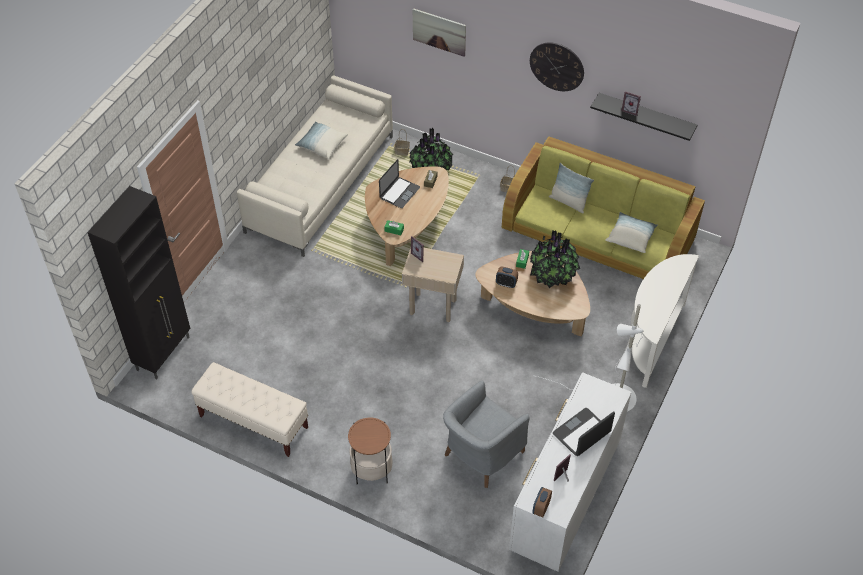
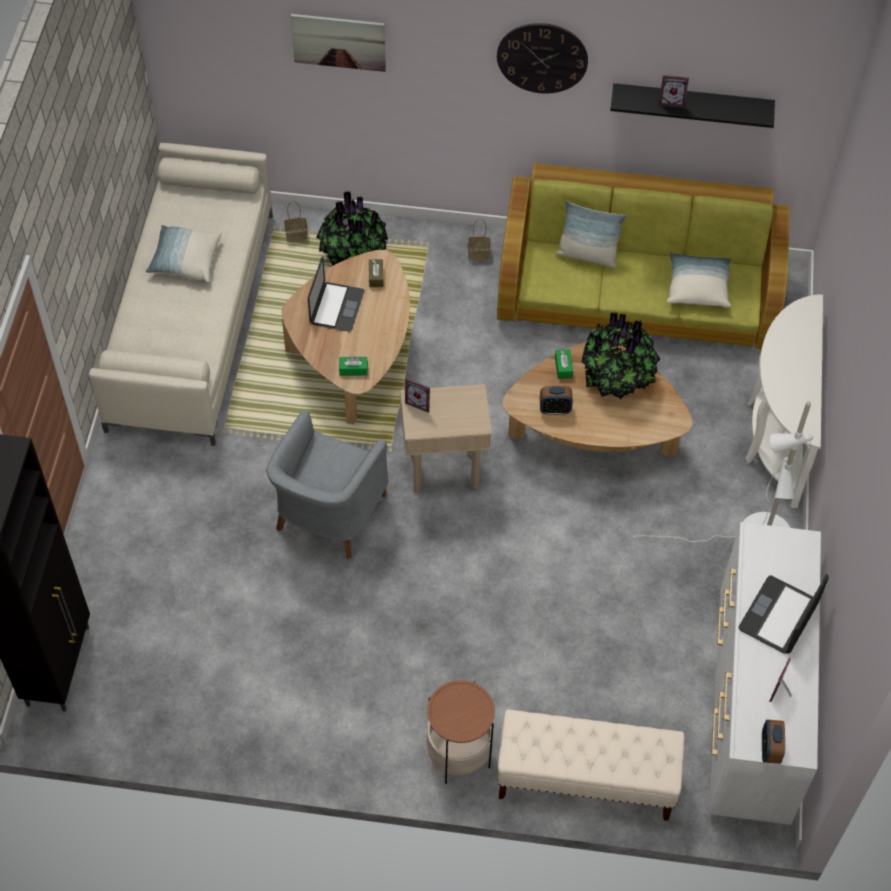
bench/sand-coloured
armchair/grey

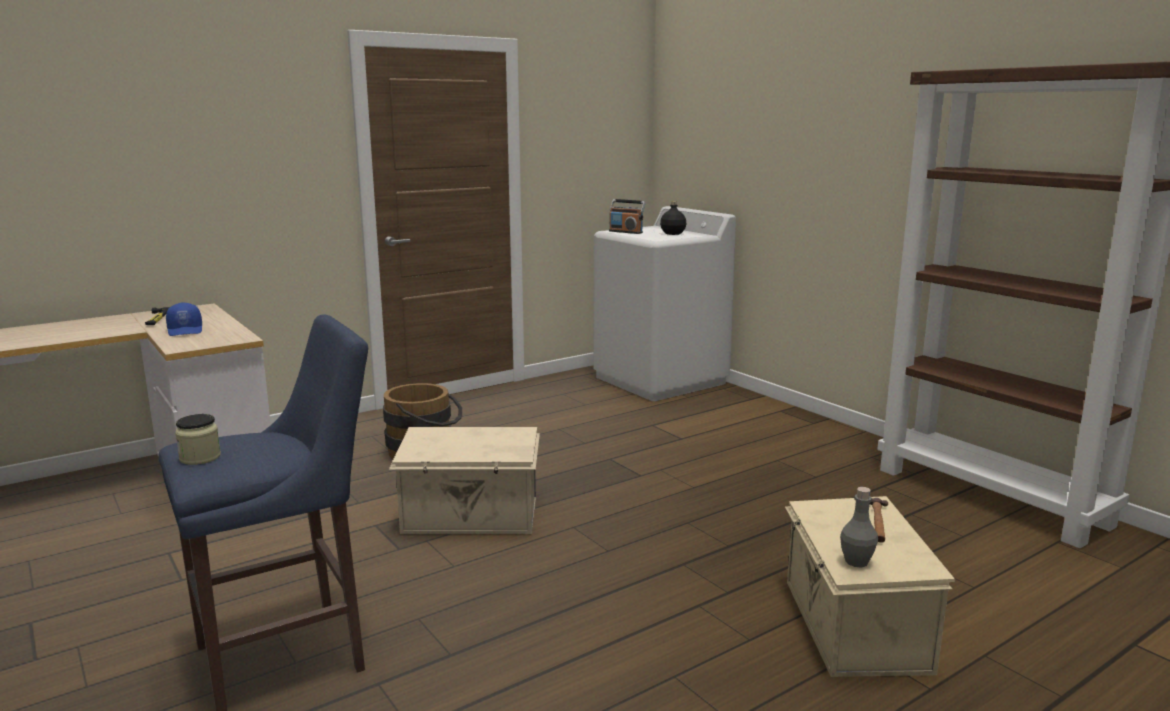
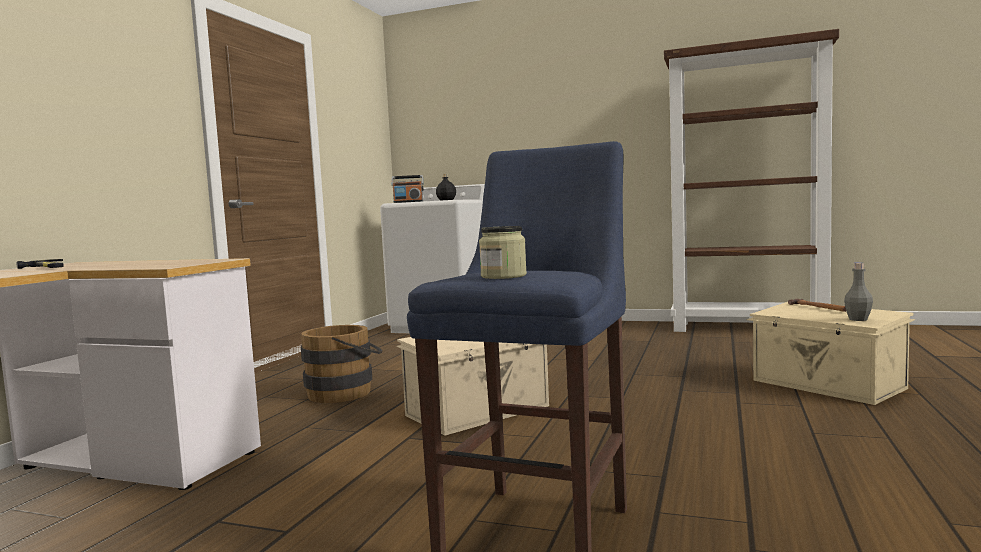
peaked cap/bluish

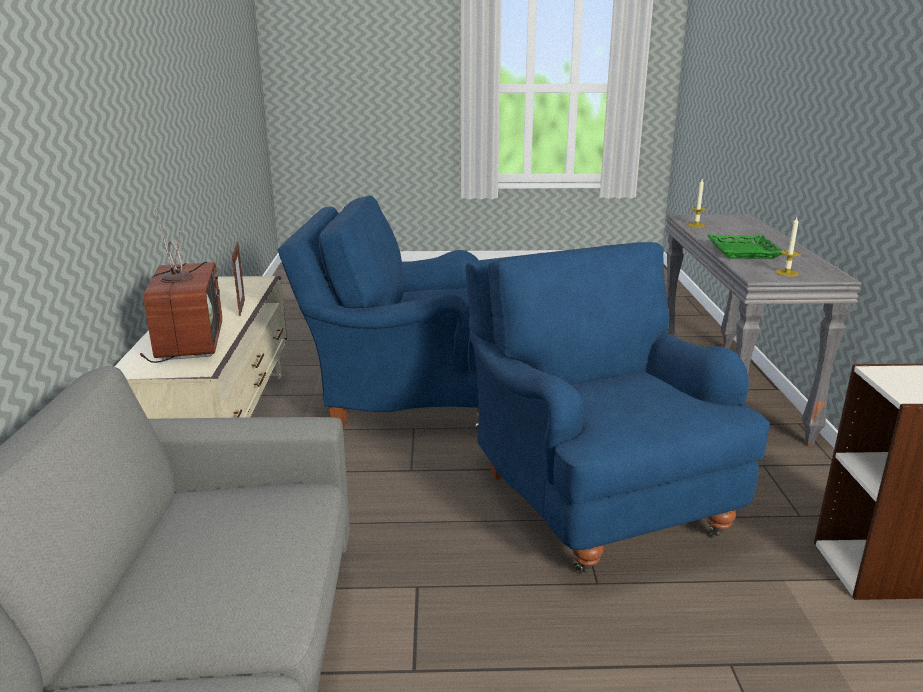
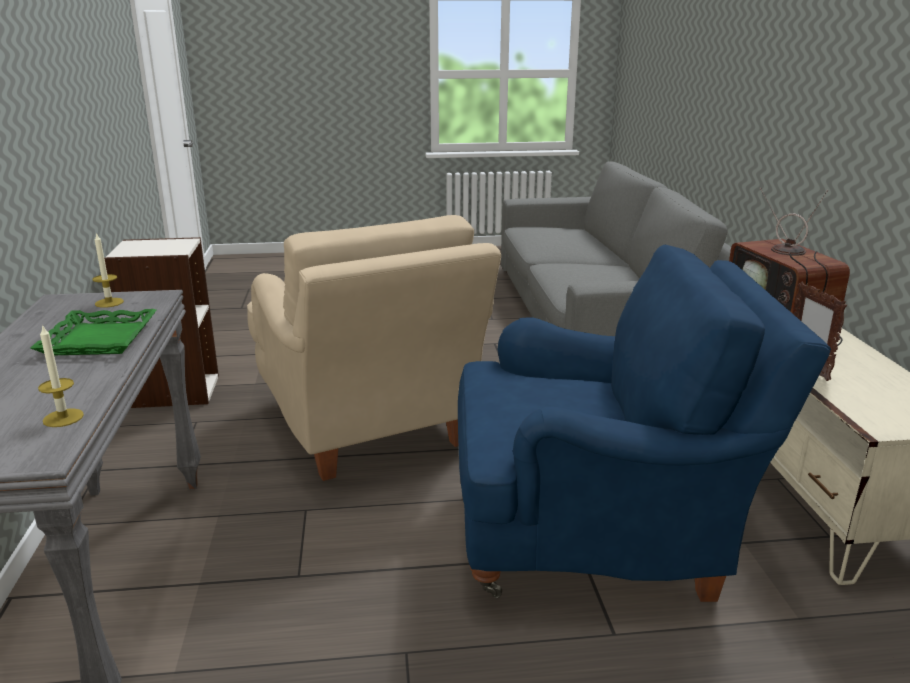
armchair/sand-coloured

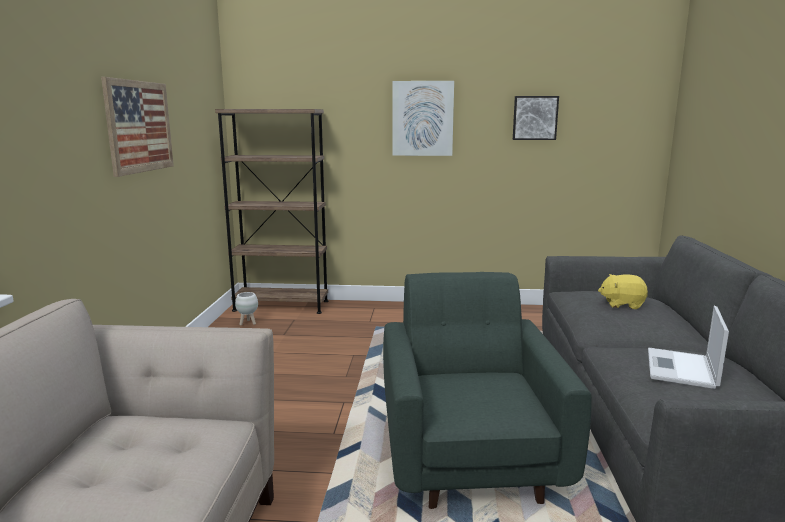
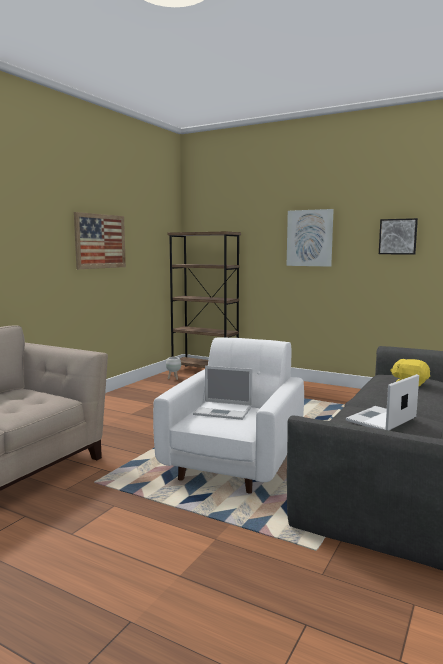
laptop (no. 1 from left)
armchair/whitish

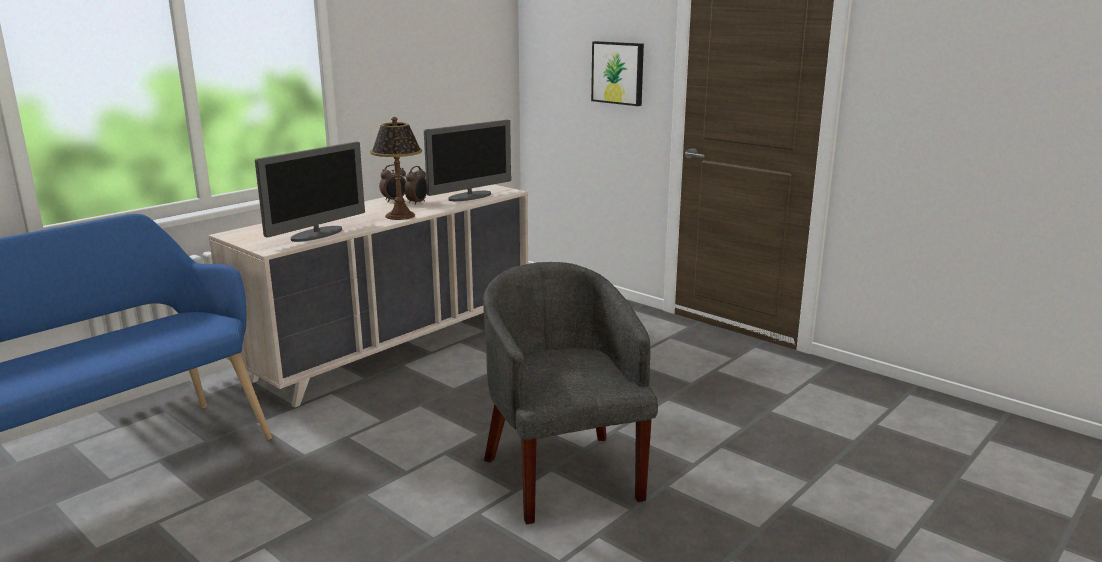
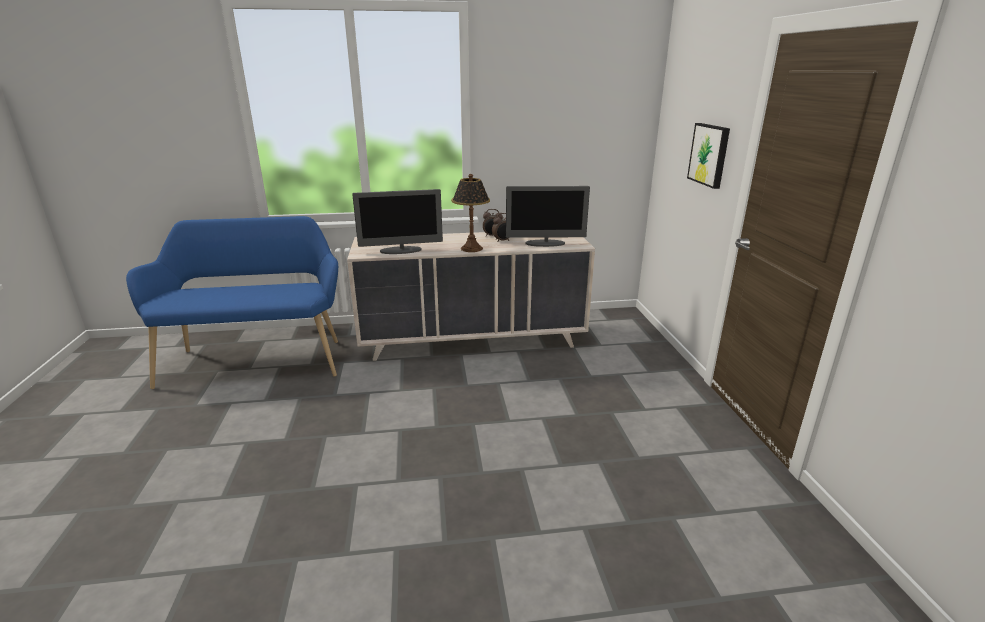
armchair/grey

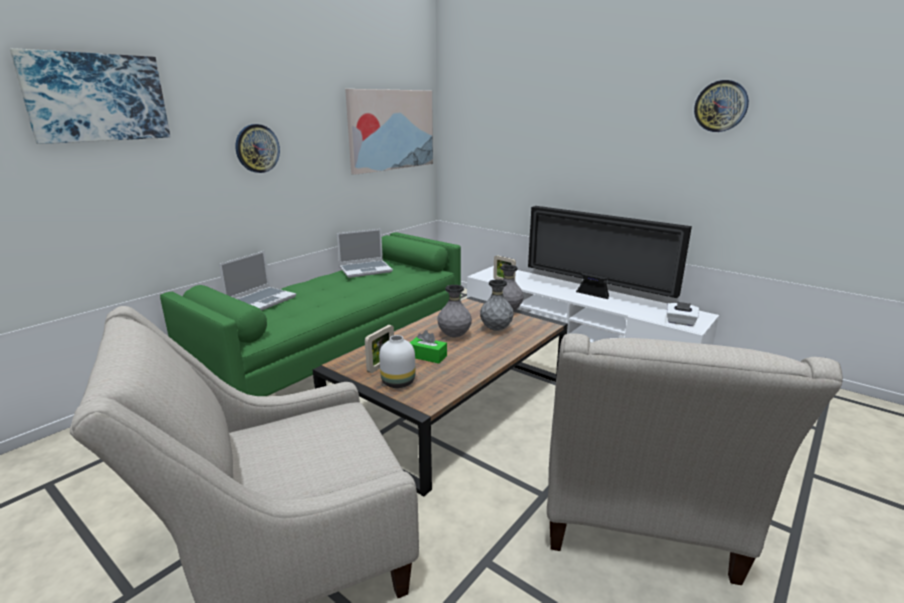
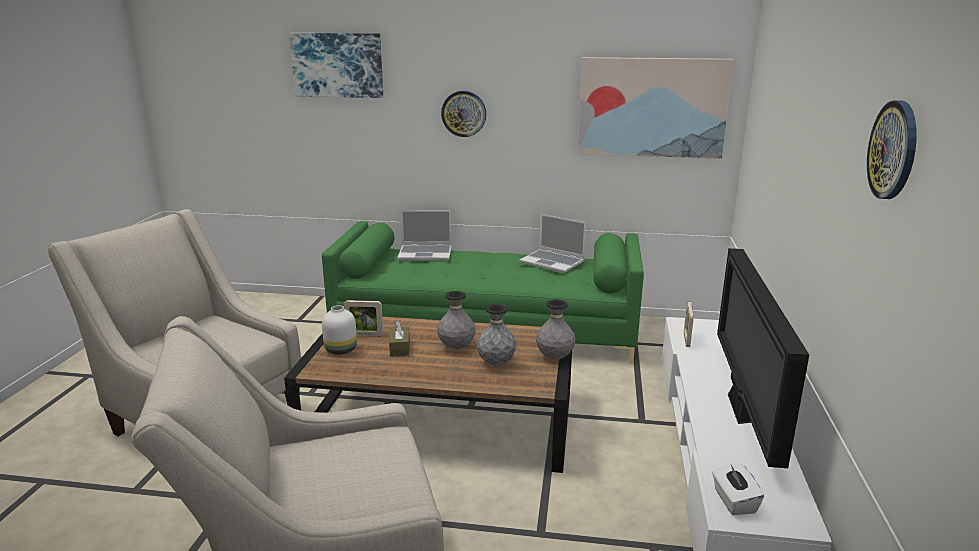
tissue holder/brown-coloured

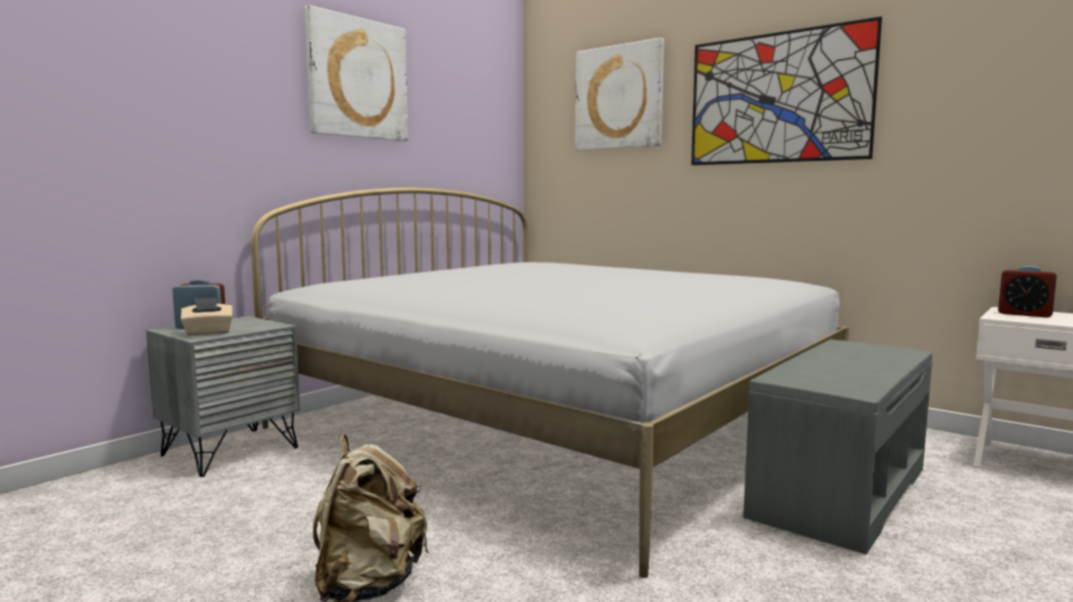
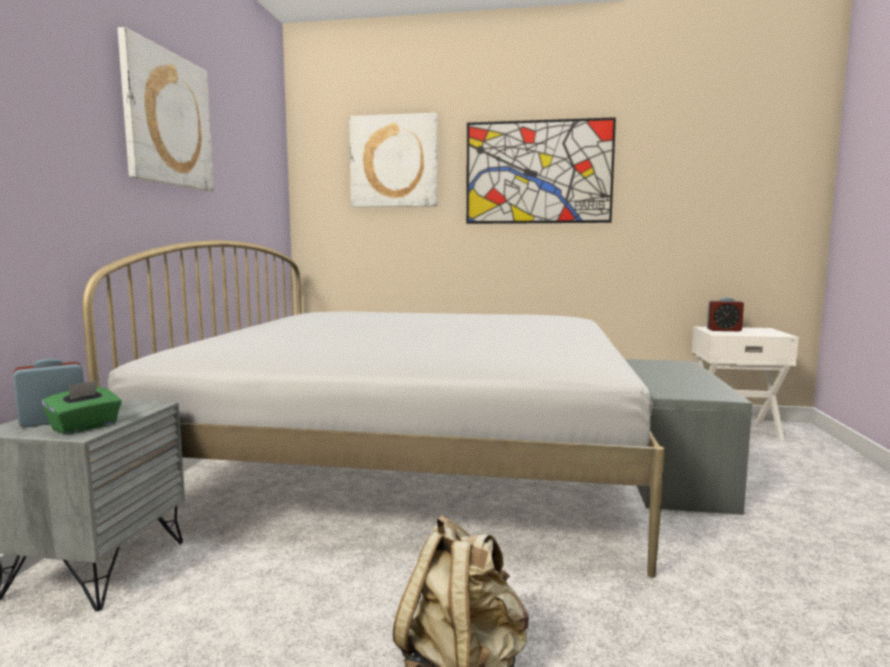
tissue holder/greenish

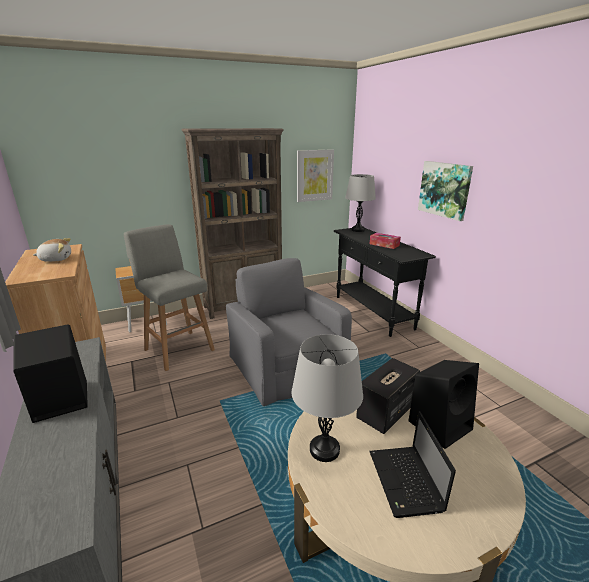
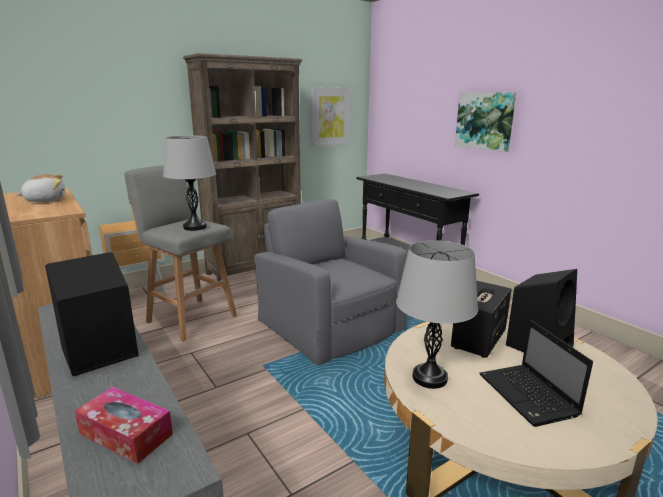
tabletop lamp/grey (no. 1 from left)
tissue holder

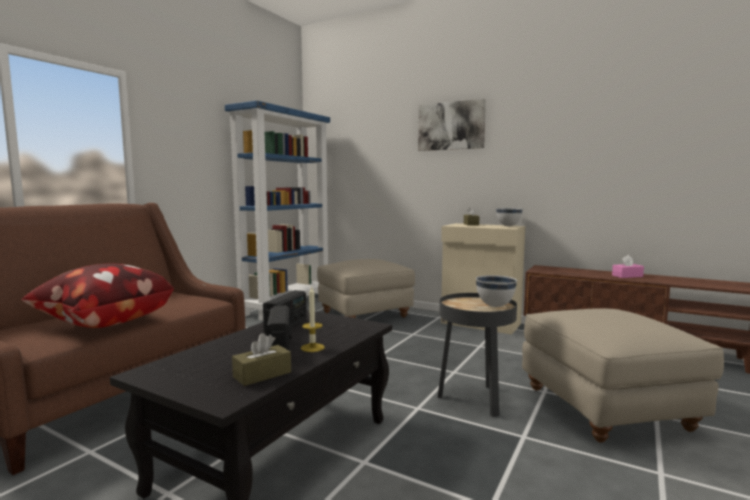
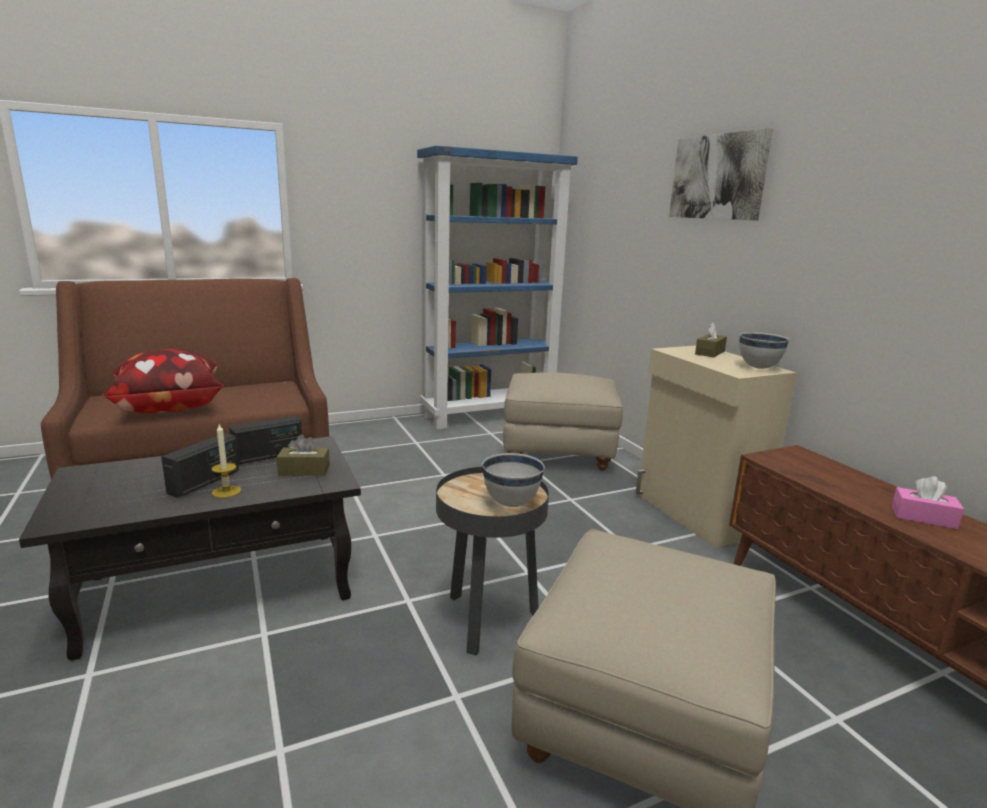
tissue holder/brown-coloured (no. 1 from left)

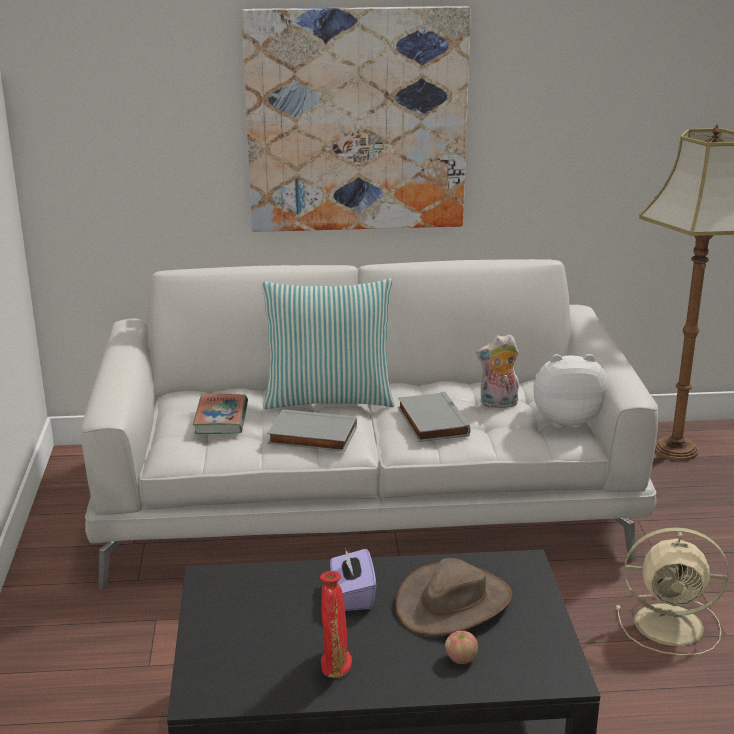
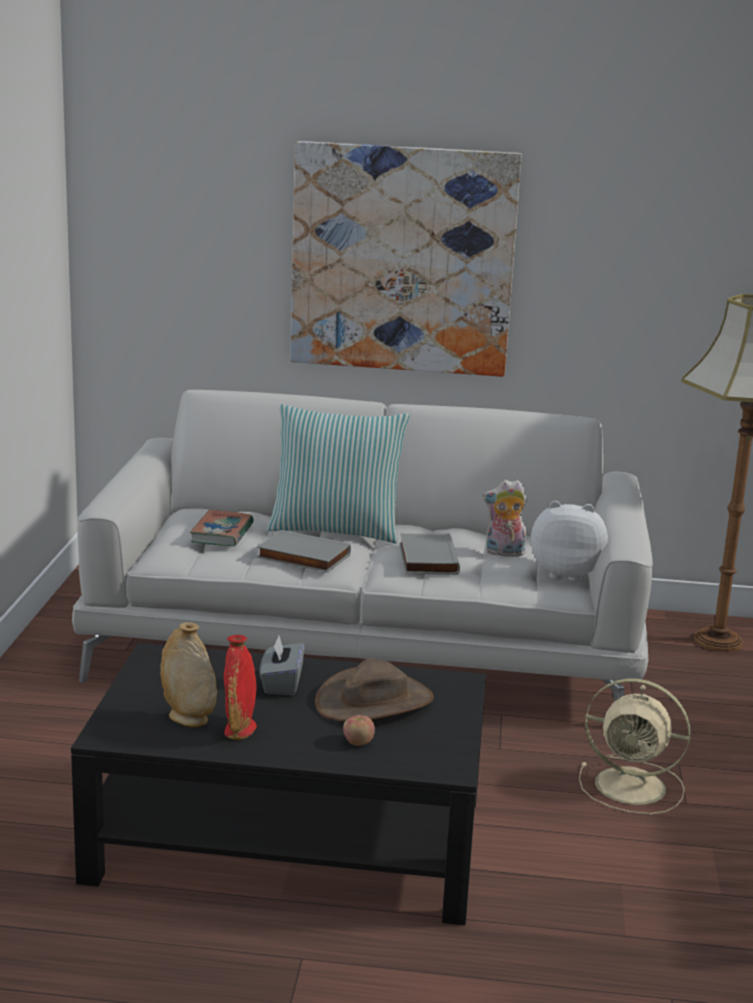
decorative vase/sand-coloured
tissue holder/grey

